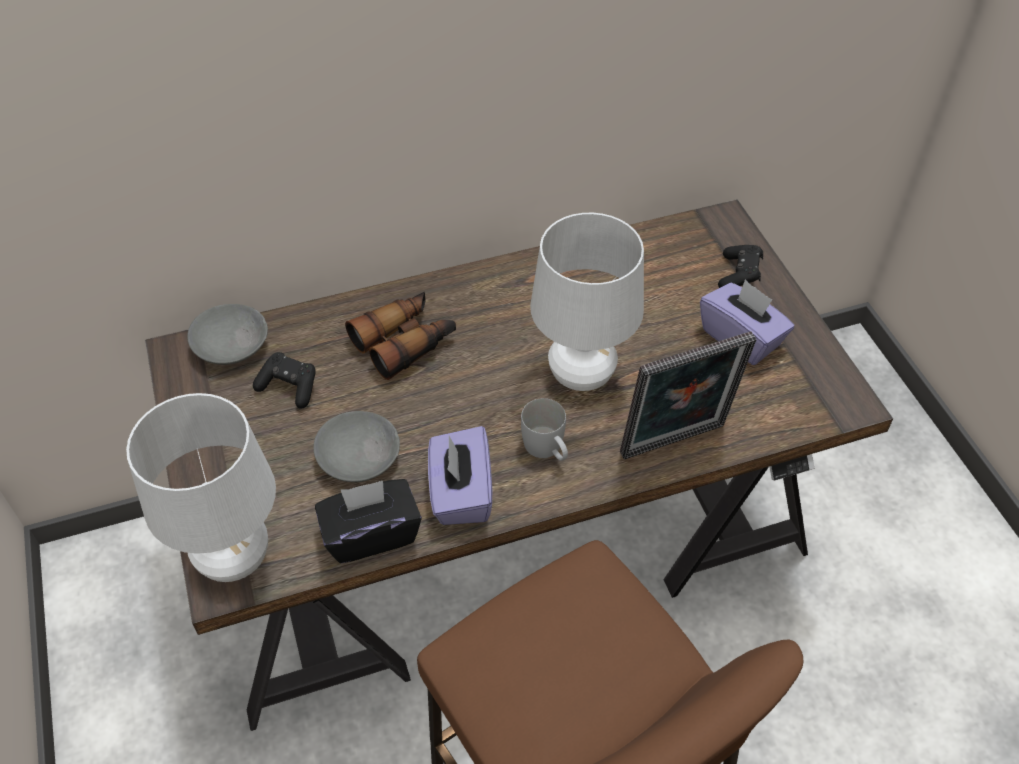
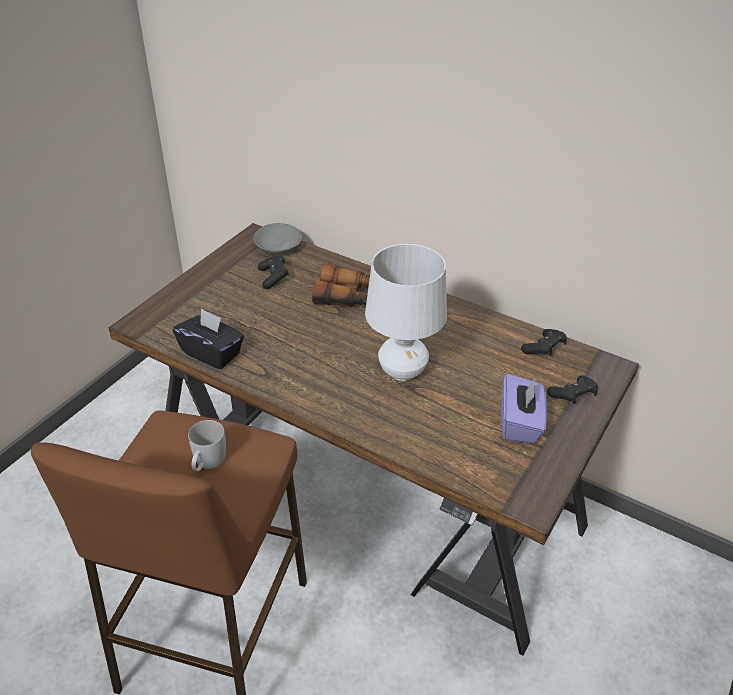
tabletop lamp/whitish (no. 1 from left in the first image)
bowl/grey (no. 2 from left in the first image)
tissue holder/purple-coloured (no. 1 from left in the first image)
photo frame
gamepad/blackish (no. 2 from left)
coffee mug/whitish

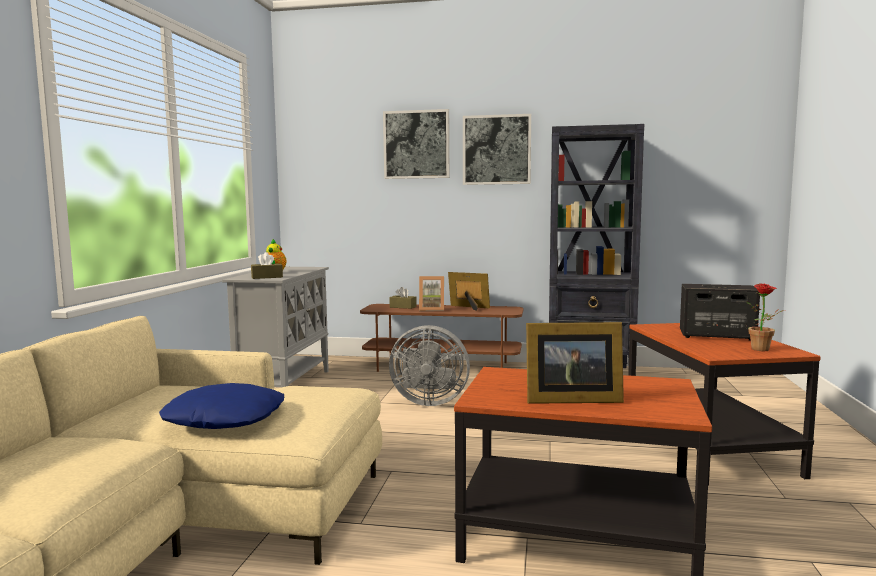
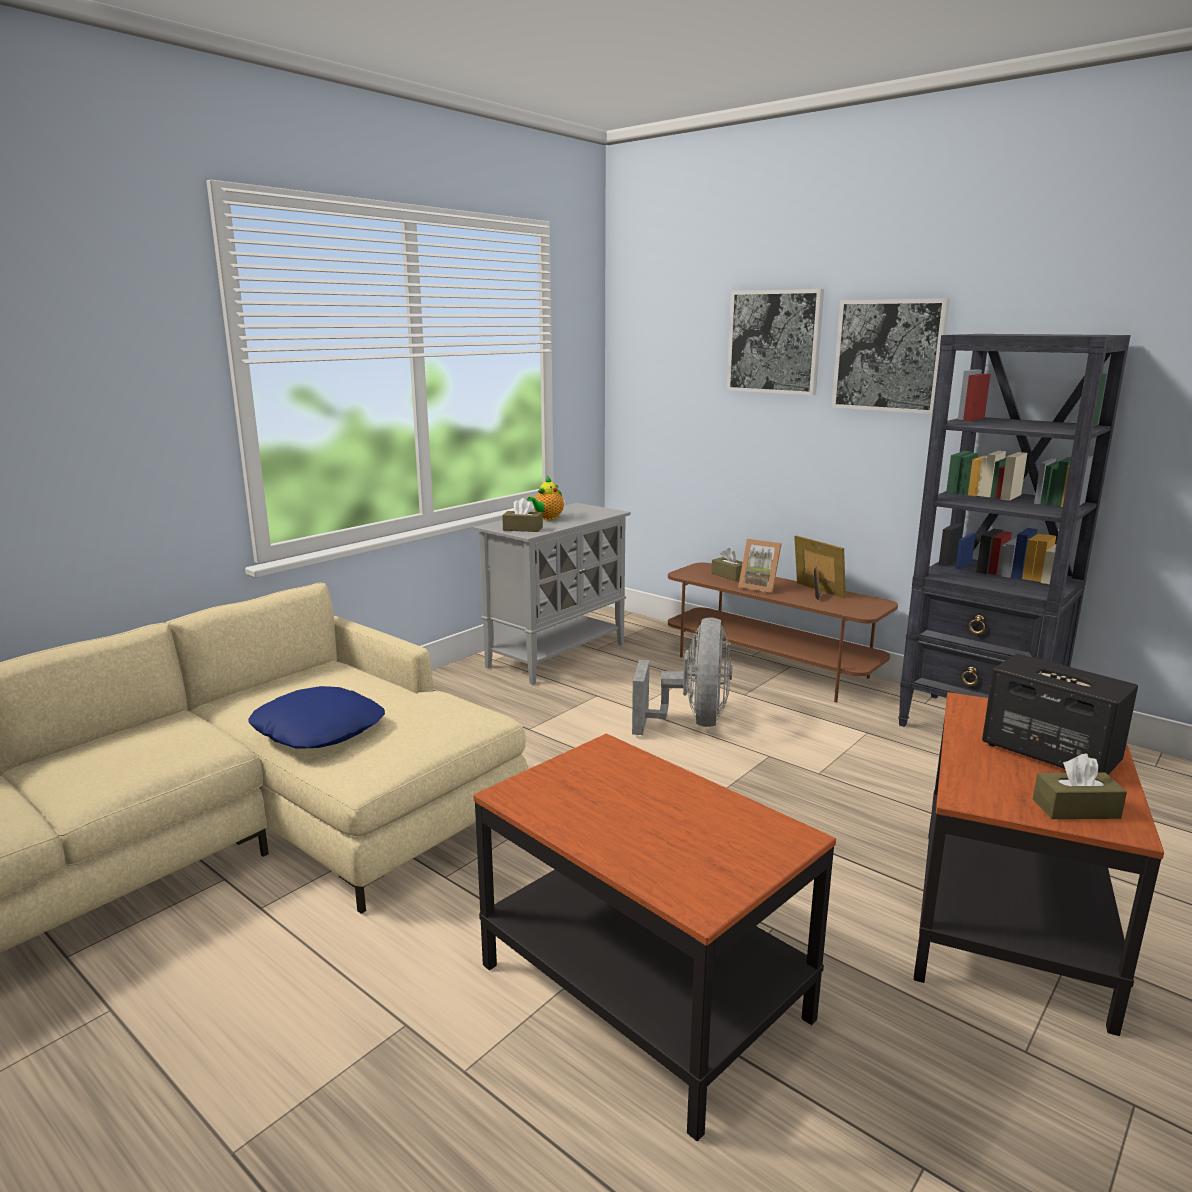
photo frame (no. 3 from left in the first image)
tissue holder/brown-coloured (no. 3 from left)
electric fan/grey

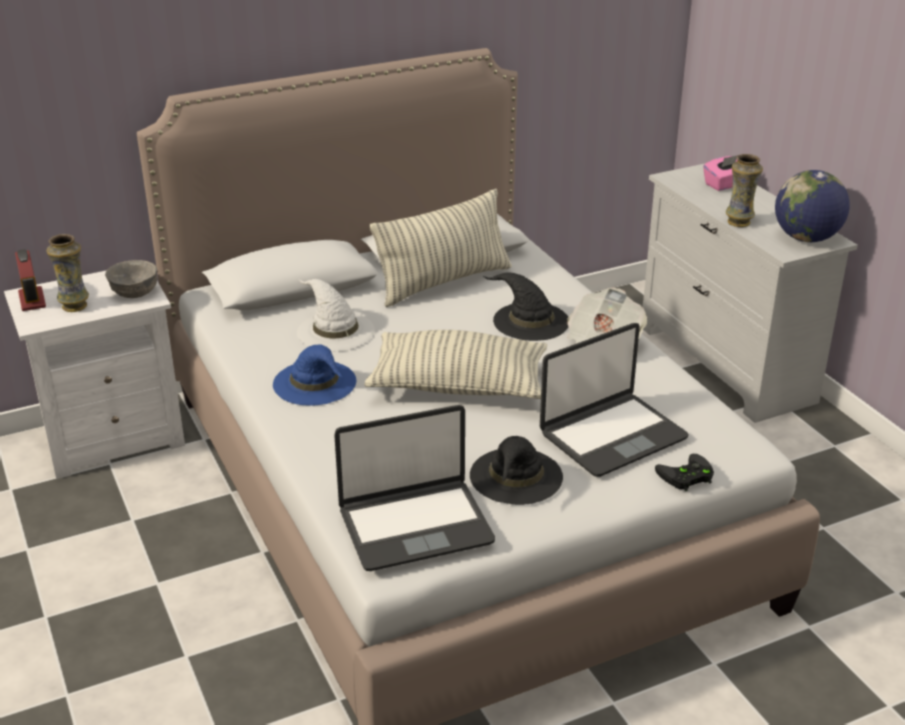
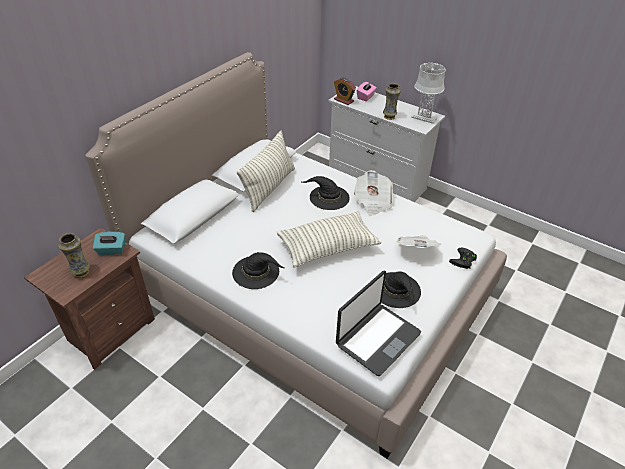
clothing hat/whitish
bedside clock
tissue holder/turquoise-coloured
daily paper (no. 2 from left)
tabletop lamp/grey
night table/brown-coloured
clothing hat/blackish (no. 1 from left)

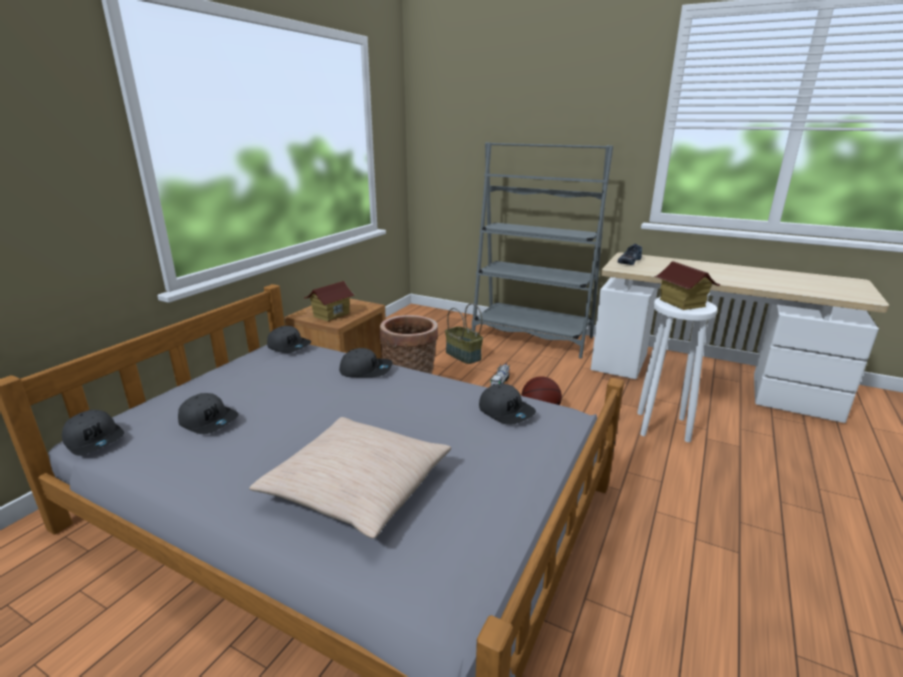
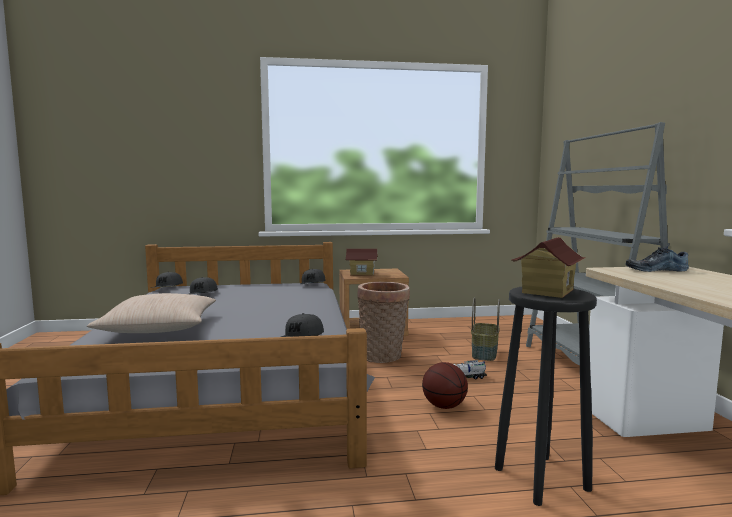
peaked cap/grey (no. 4 from left in the first image)
stool seat/blackish

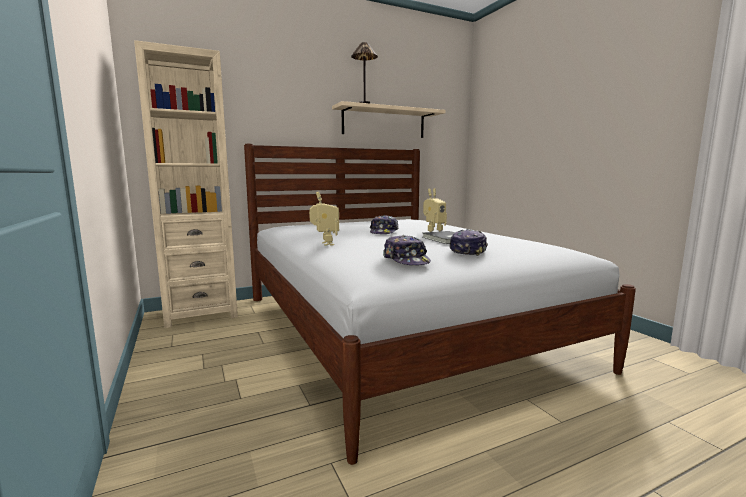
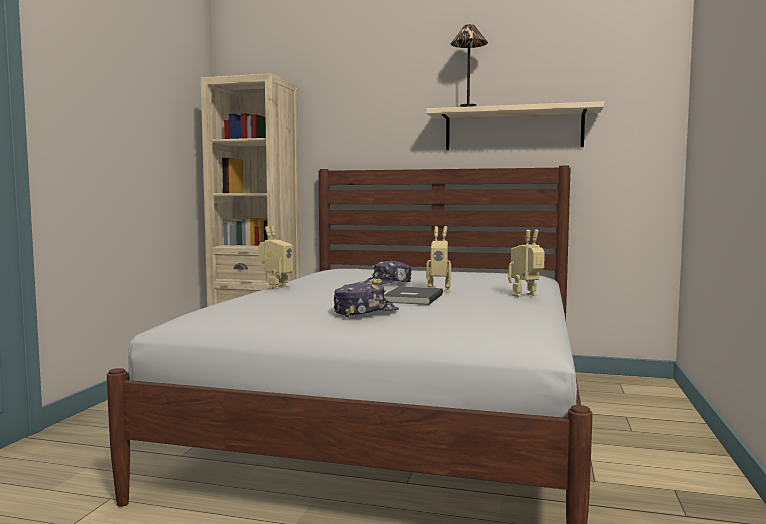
peaked cap (no. 2 from left in the first image)
model robot (no. 3 from left)

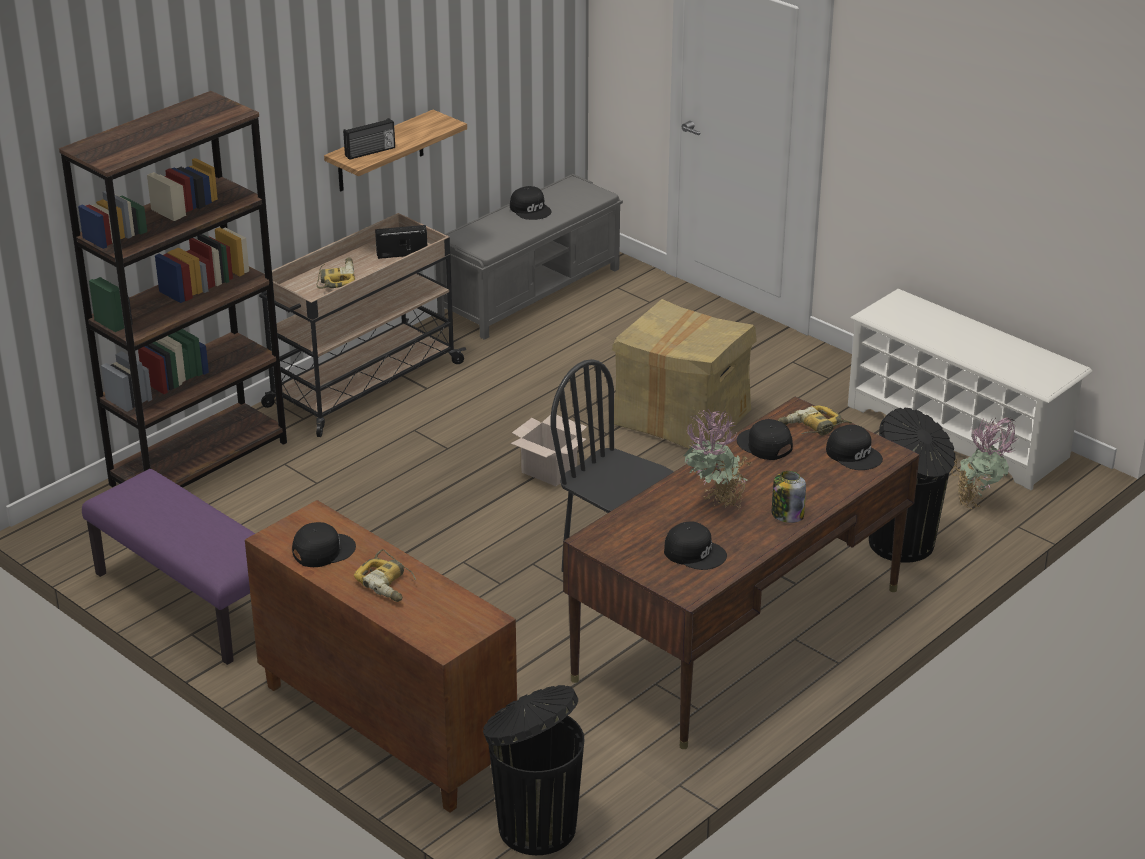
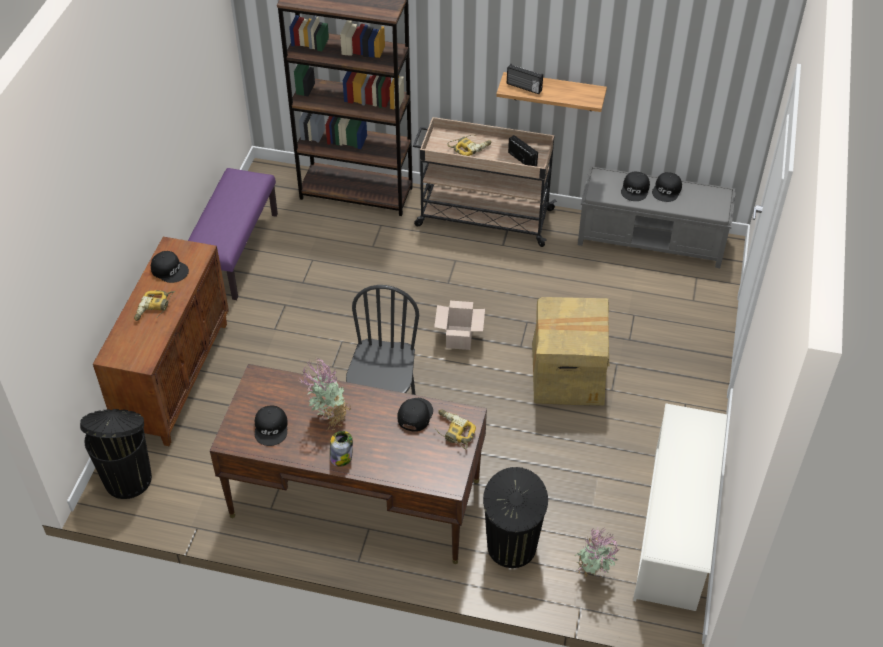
peaked cap/blackish (no. 4 from left)

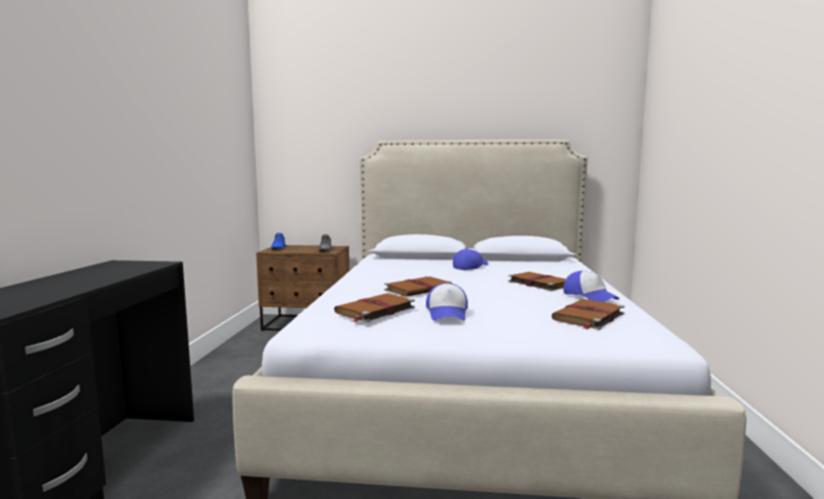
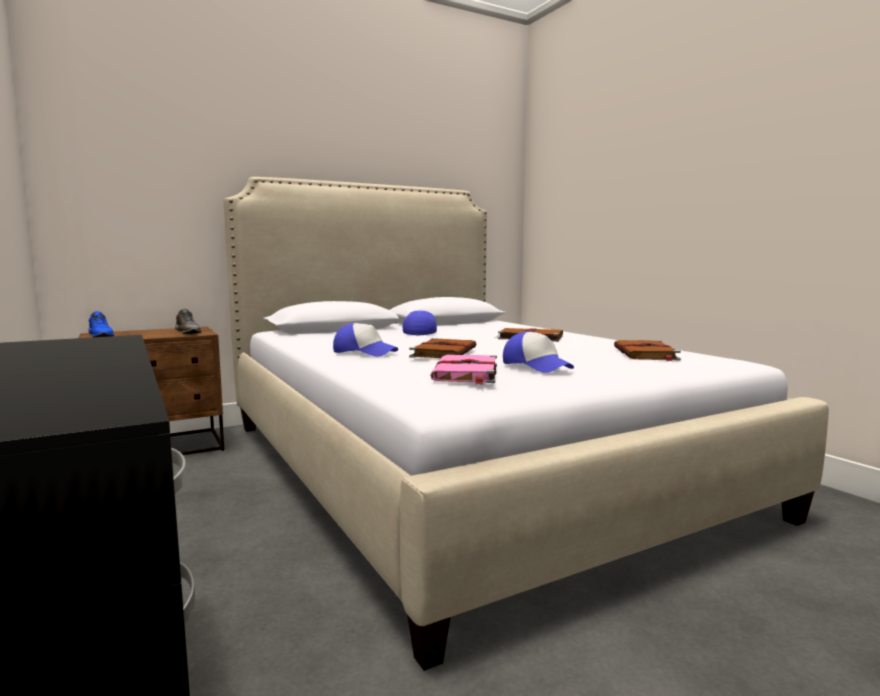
peaked cap (no. 1 from left)
volume/pink-coloured

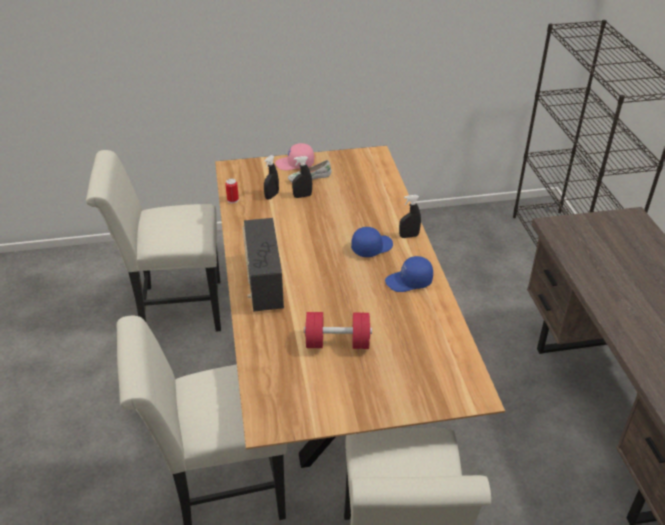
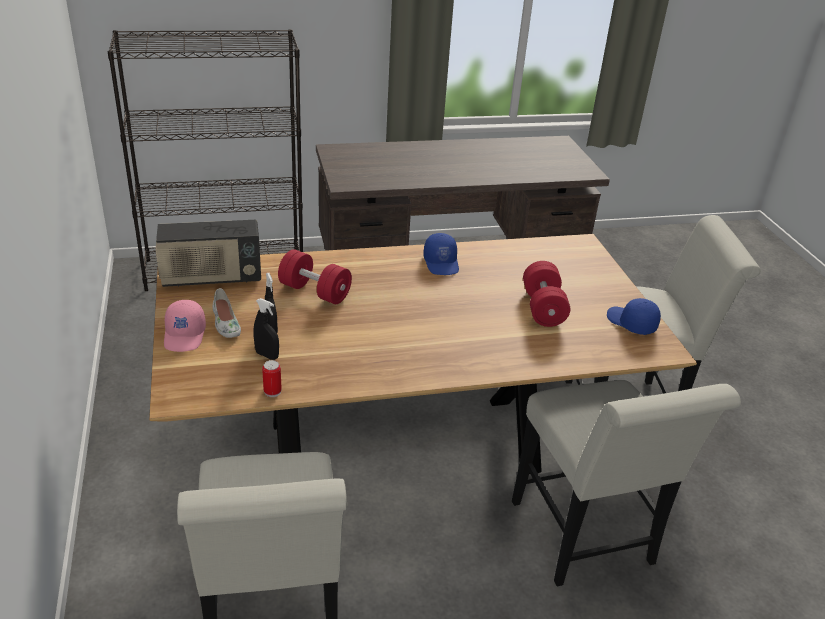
sprayer/blackish (no. 3 from left in the first image)
dumbbell/red (no. 1 from left)
radio
peaked cap/bluish (no. 2 from left)

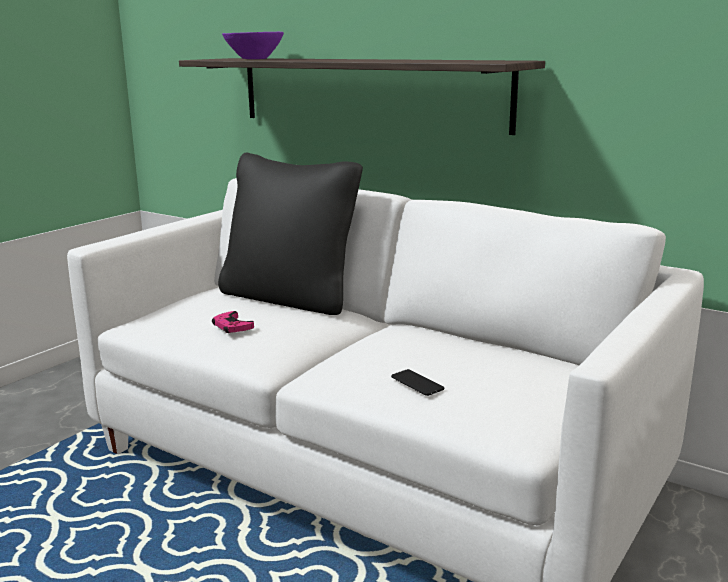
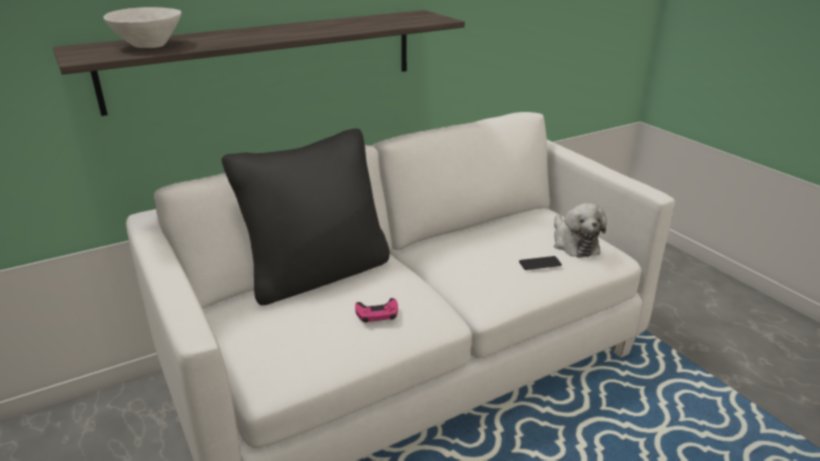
cuddly toy
bowl/whitish

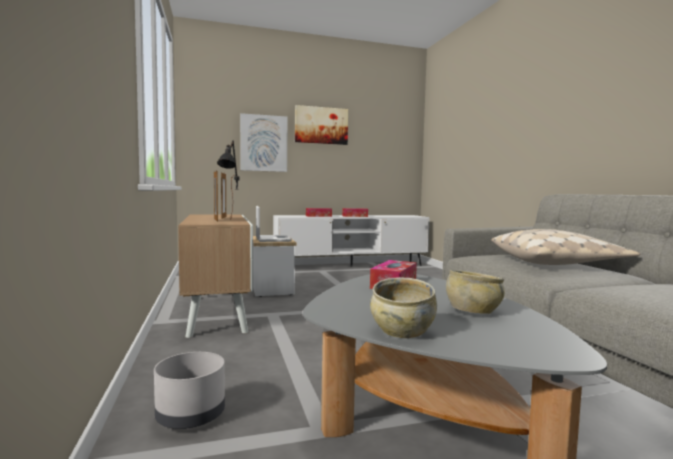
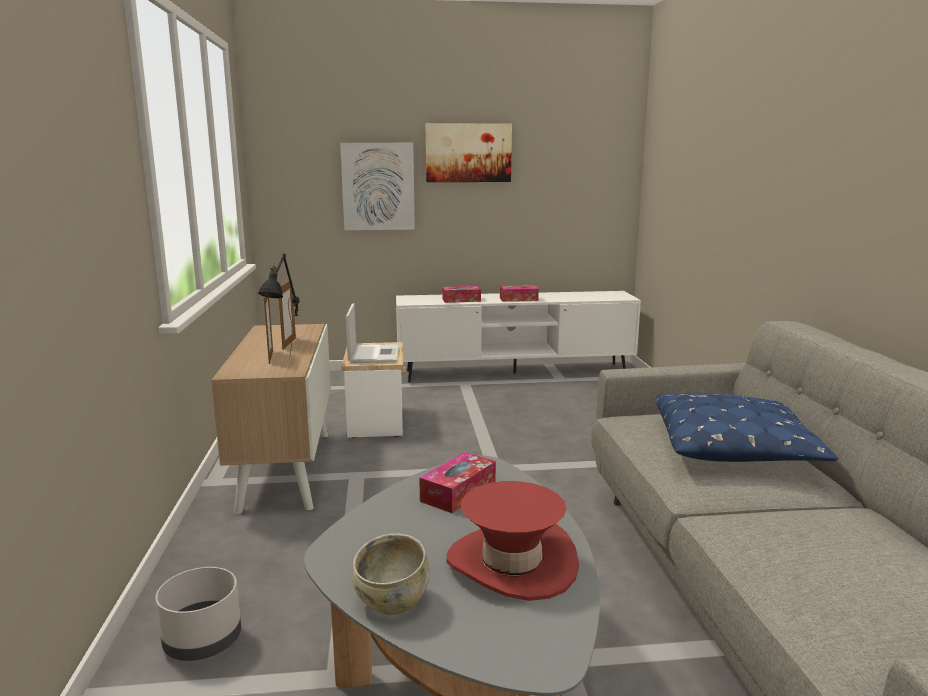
clothing hat/red
cushion/bluish

